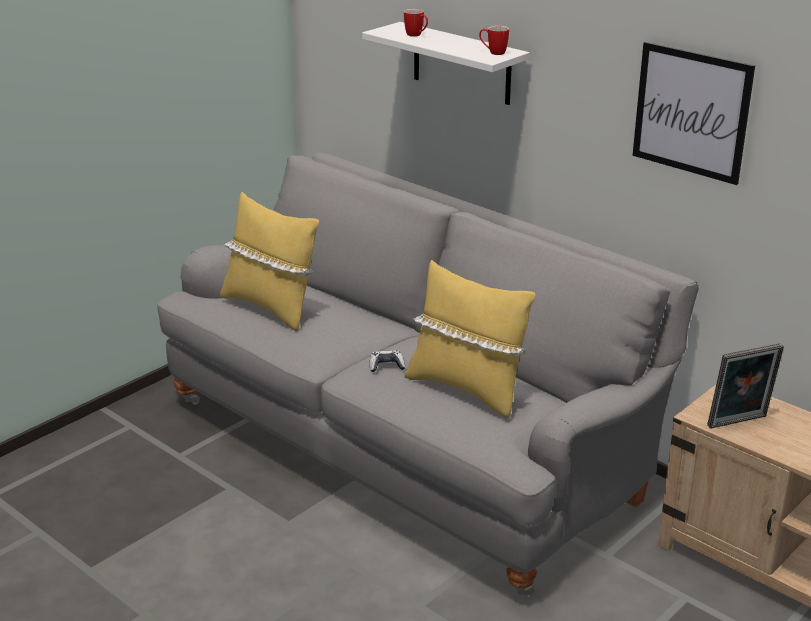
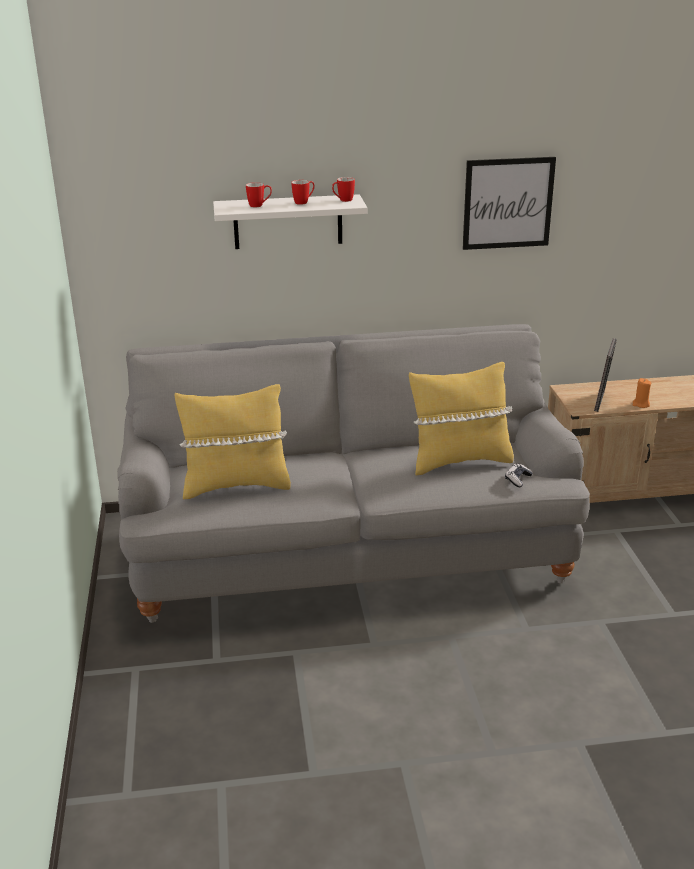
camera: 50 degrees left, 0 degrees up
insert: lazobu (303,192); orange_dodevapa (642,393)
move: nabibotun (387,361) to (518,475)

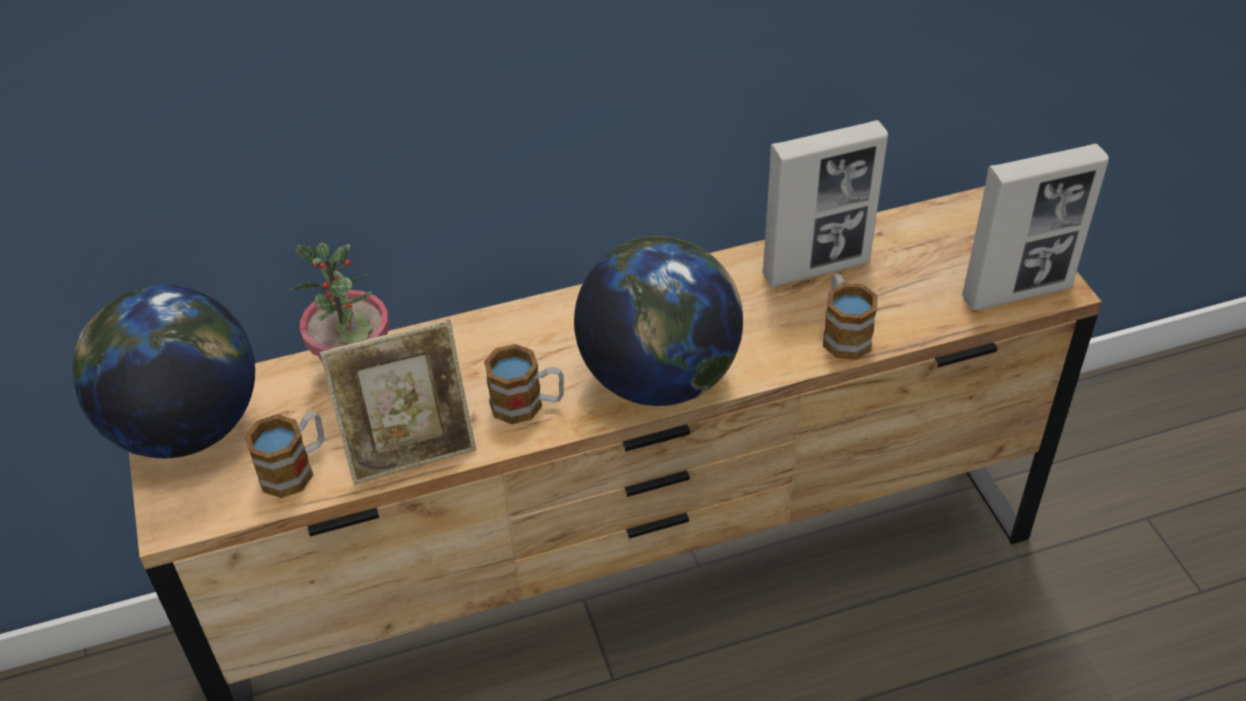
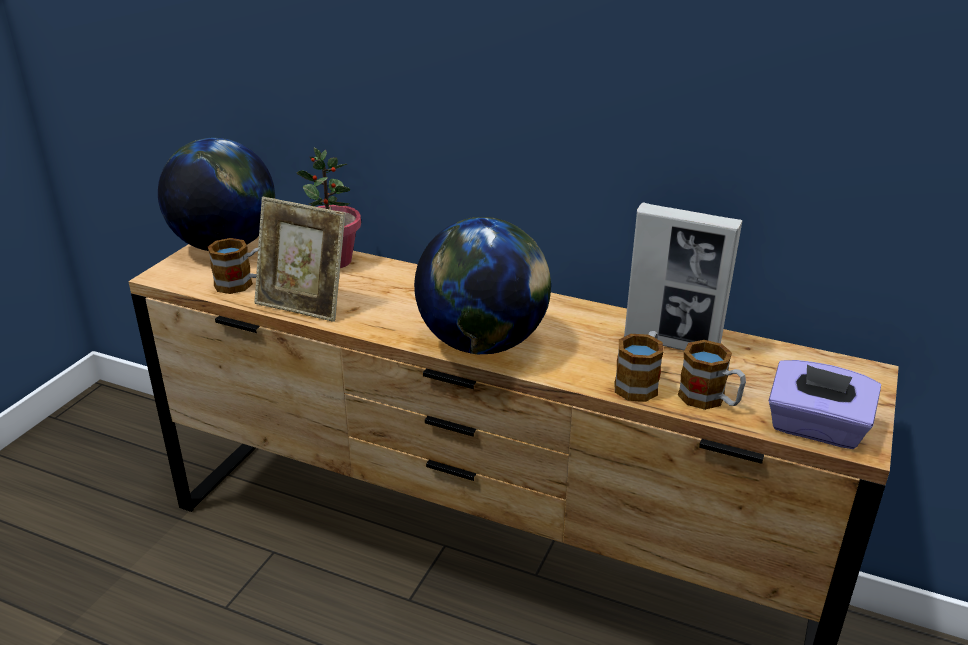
camera: 40 degrees right, 15 degrees down
move: lazobu (524,384) to (712,375)
replace: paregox (1035,227) to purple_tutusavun (825,404)

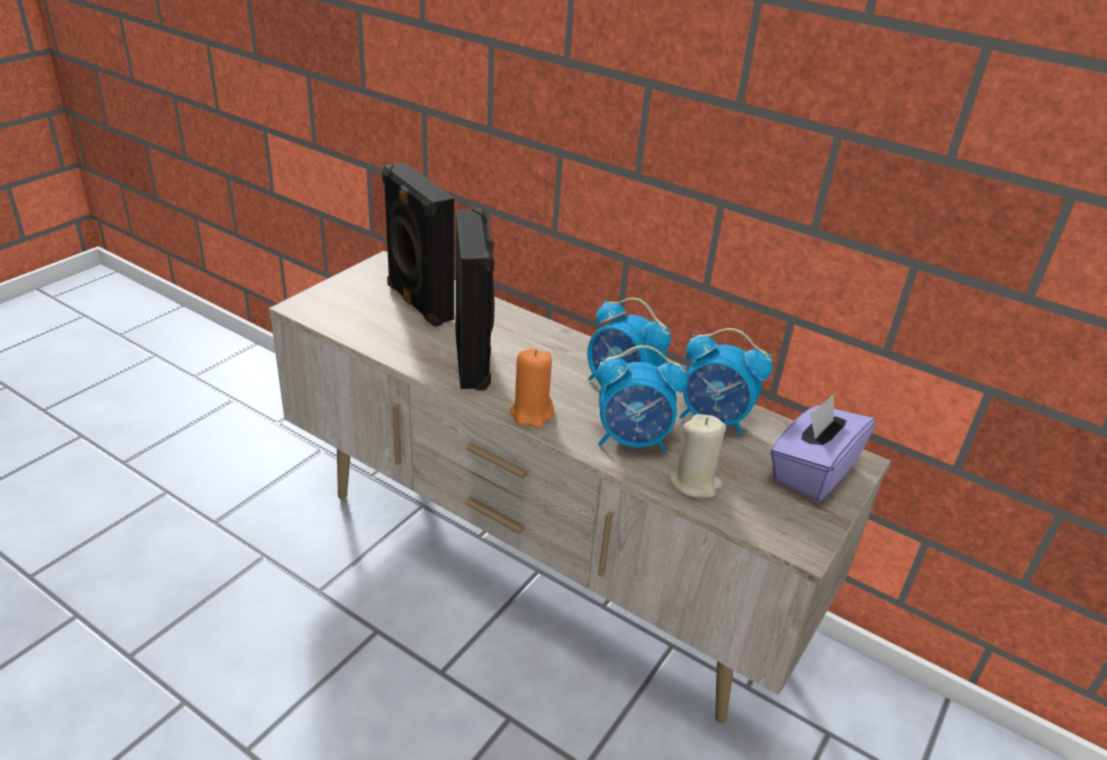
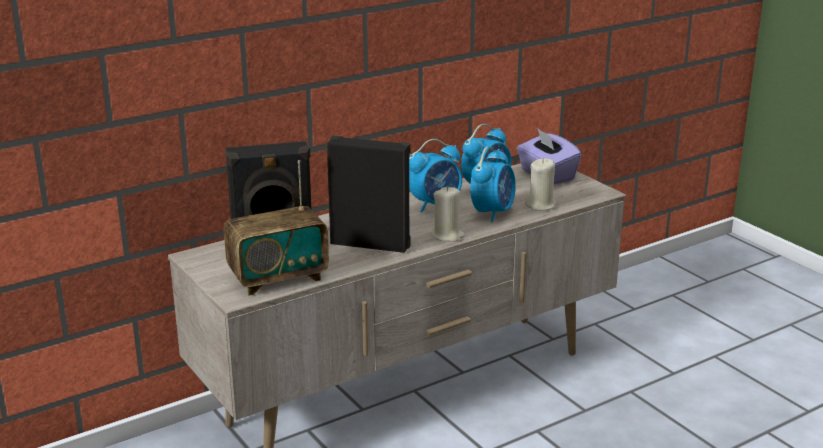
camera: 65 degrees left, 10 degrees down
insert: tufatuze (276,228)
recolor: orange_dodevapa (532,388) to beige_dodevapa (447,214)

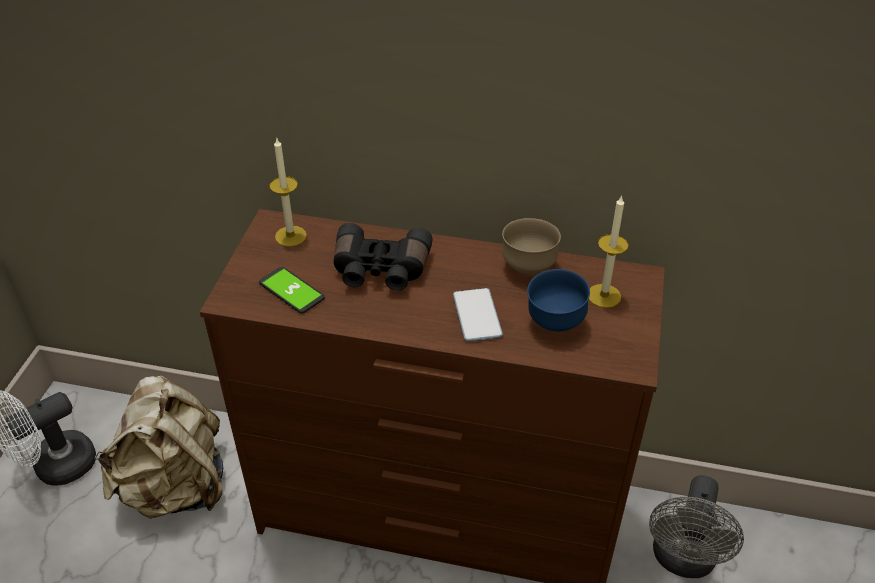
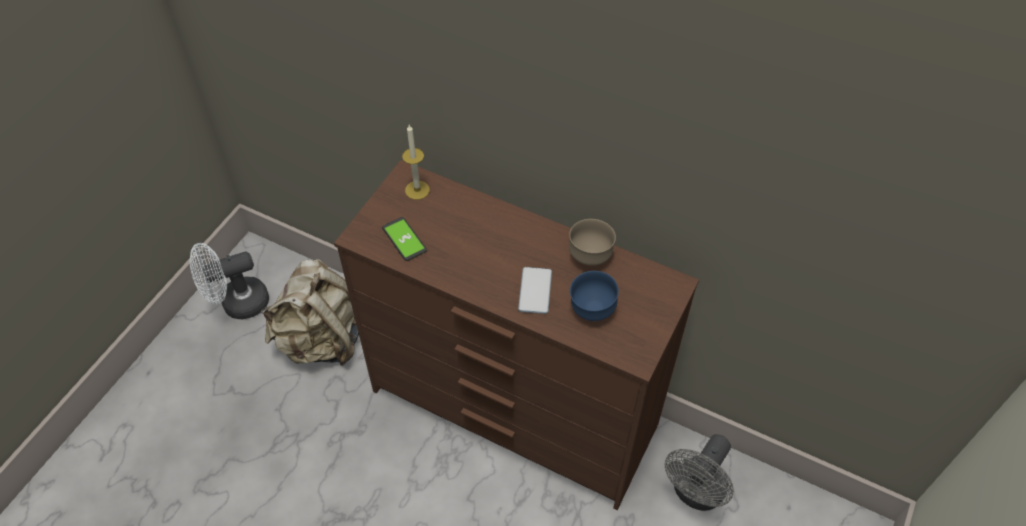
camera: 15 degrees right, 10 degrees up
delete: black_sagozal (383,257); dodevapa (609,251)

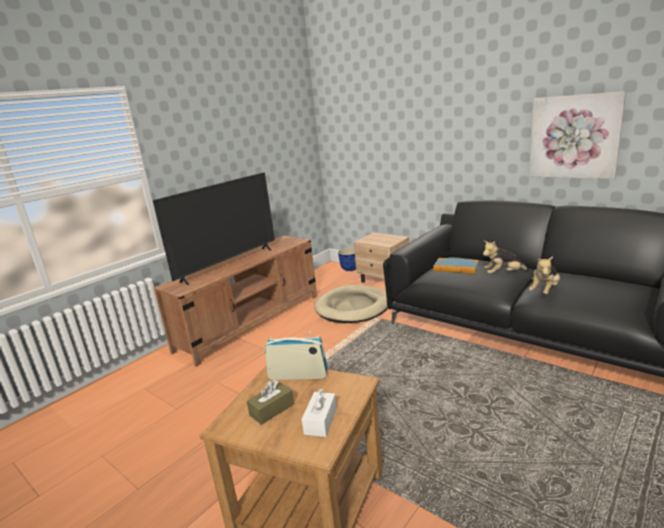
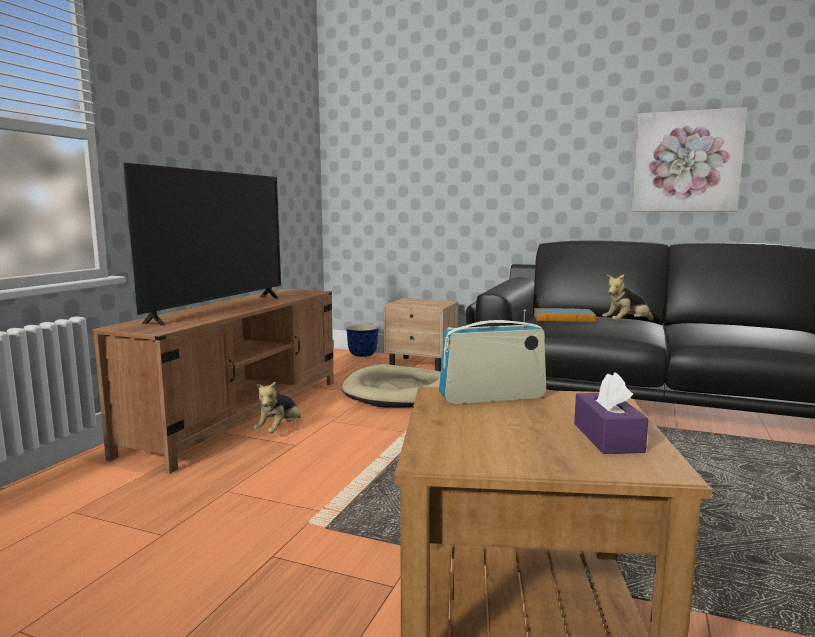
camera: 20 degrees left, 10 degrees down
delete: brown_tutusavun (270,402)
move: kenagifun (544,275) to (277,407)
recolor: white_tutusavun (319,412) to purple_tutusavun (611,413)

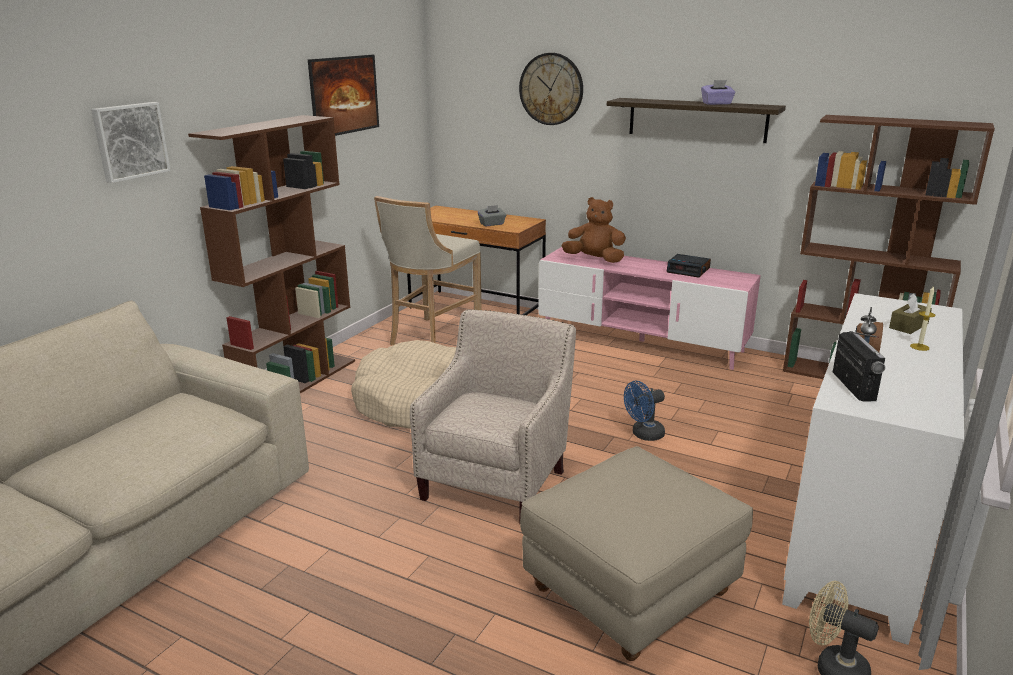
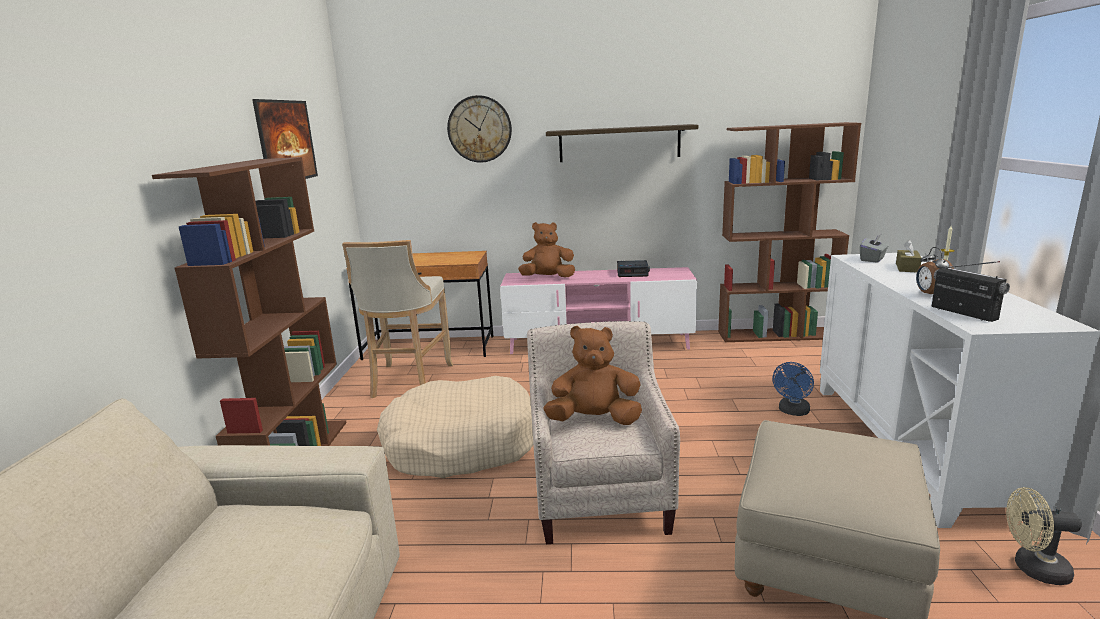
camera: 25 degrees left, 5 degrees down
delete: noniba (131,142); purple_tutusavun (718,92)
insert: brown_kenagifun (592,375)
move: grey_tutusavun (492,215) to (874,248); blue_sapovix (644,411) to (793,389)

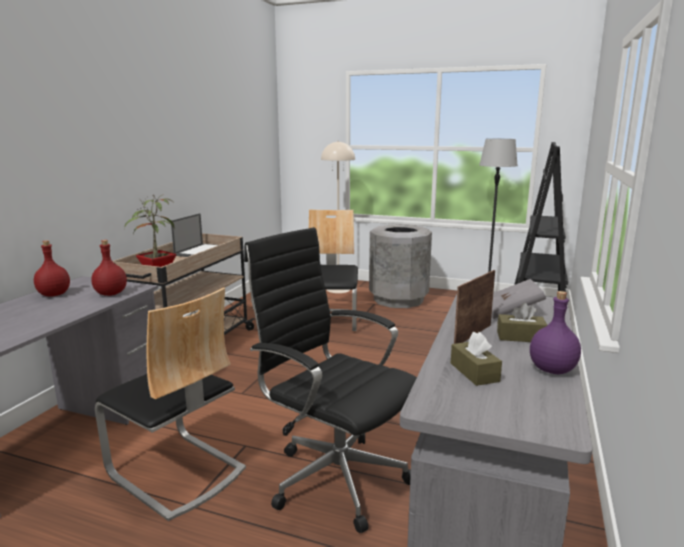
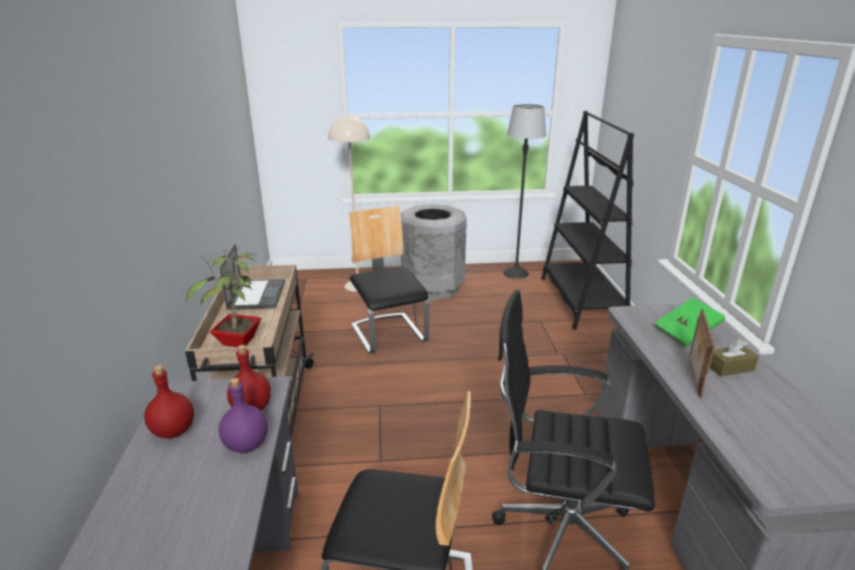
camera: 25 degrees left, 10 degrees up
delete: brown_tutusavun (476,359)
move: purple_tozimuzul (555,333) to (243,415)
recolor: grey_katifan (519,299) to green_katifan (690,322)

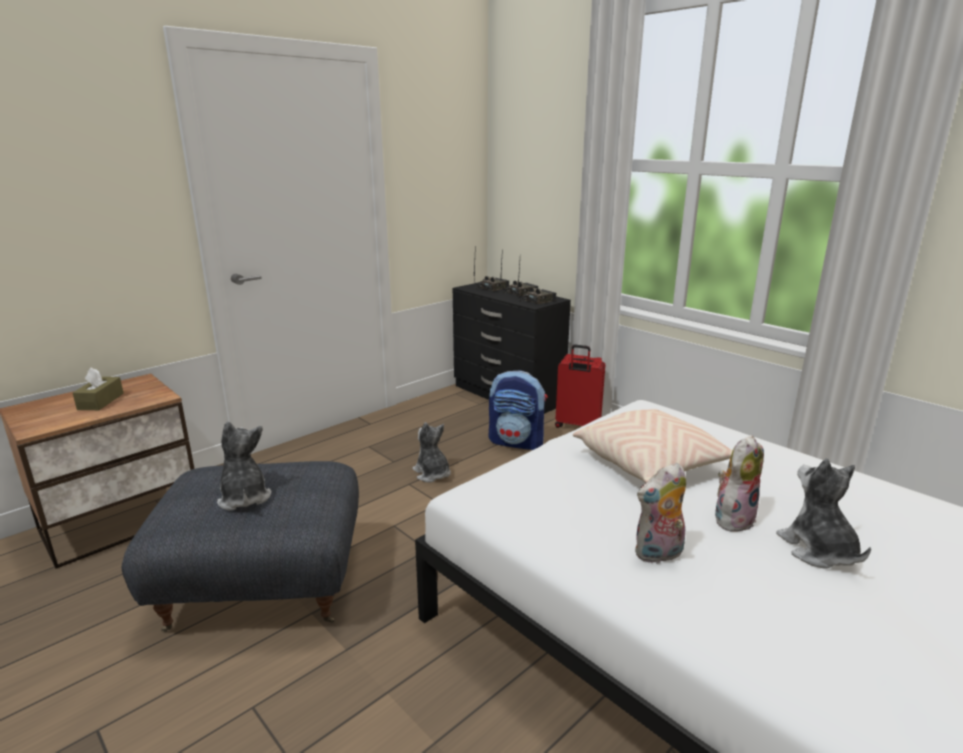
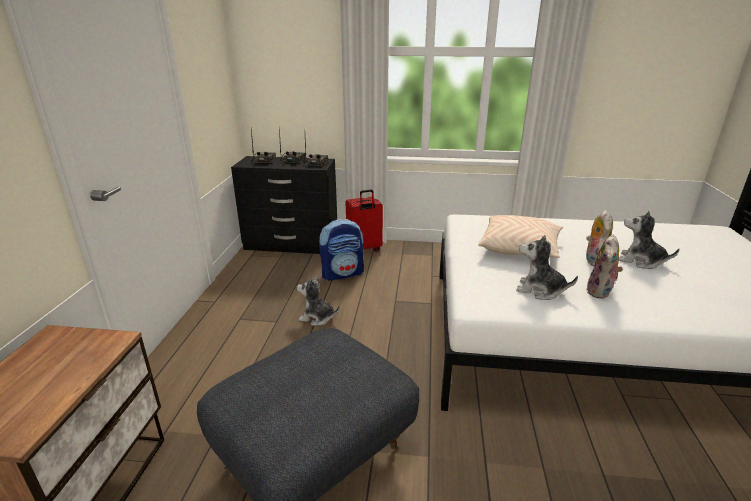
camera: 40 degrees left, 5 degrees up
delete: brown_tutusavun (98,388)
move: kenagifun (244,465) to (547,267)

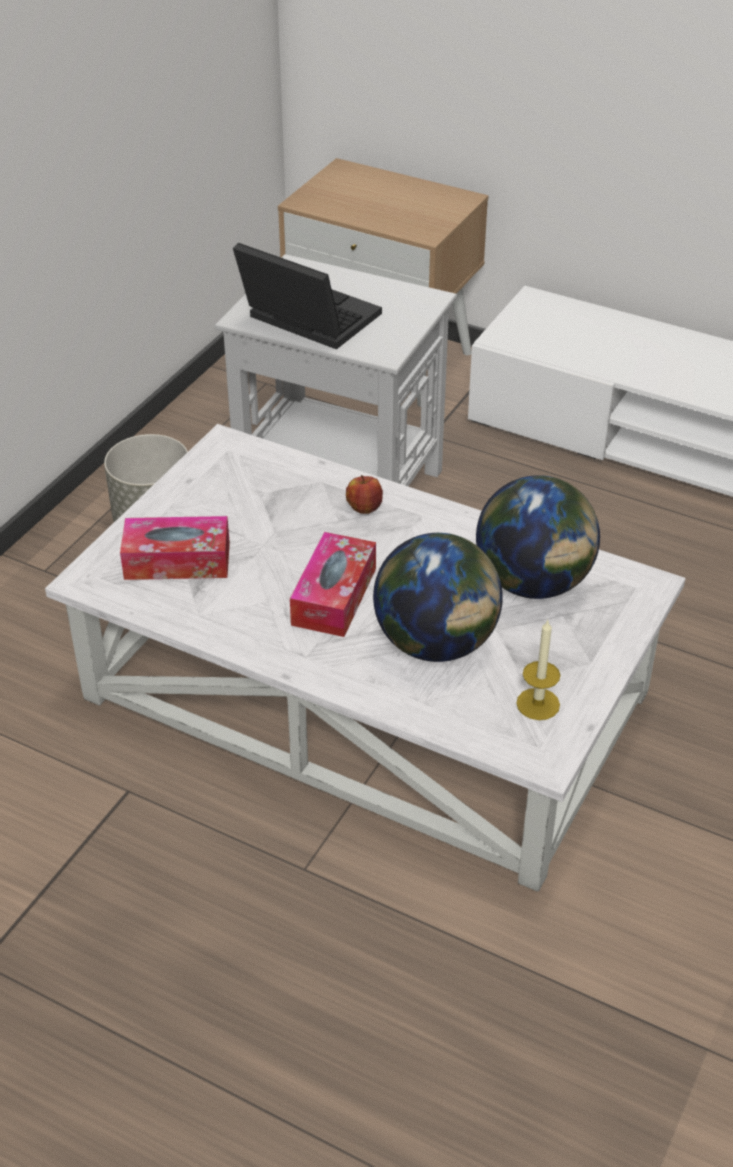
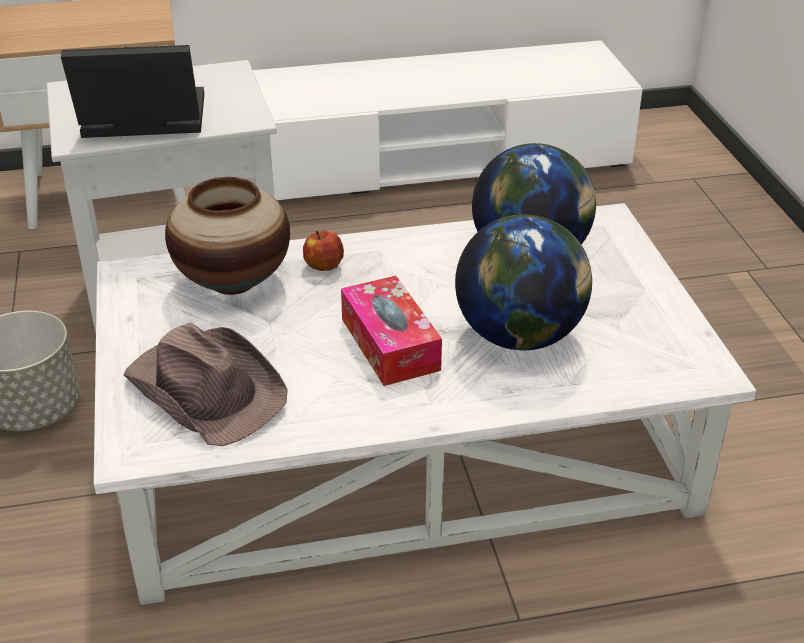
camera: 40 degrees left, 5 degrees down
delete: dodevapa (538,669)
insert: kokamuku (227,236)
replace: tutusavun (175,548) to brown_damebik (205,384)

